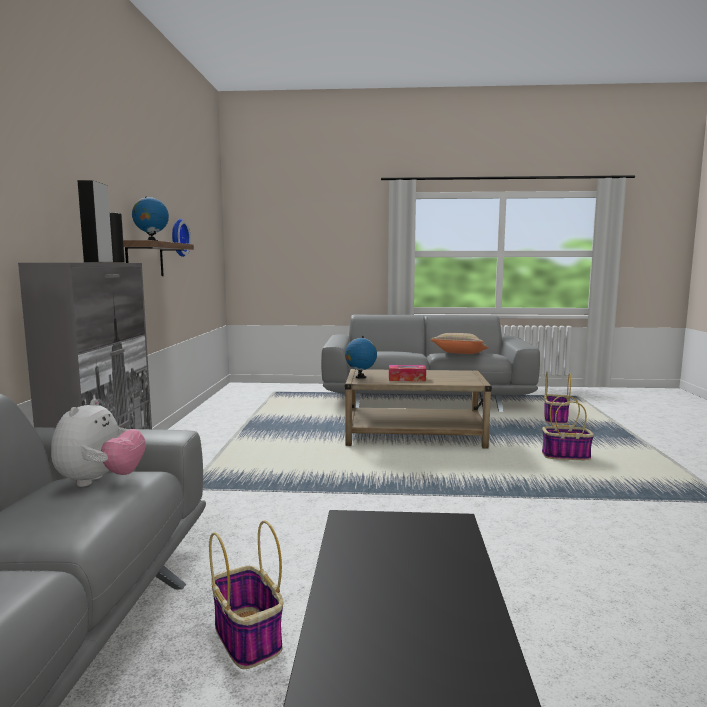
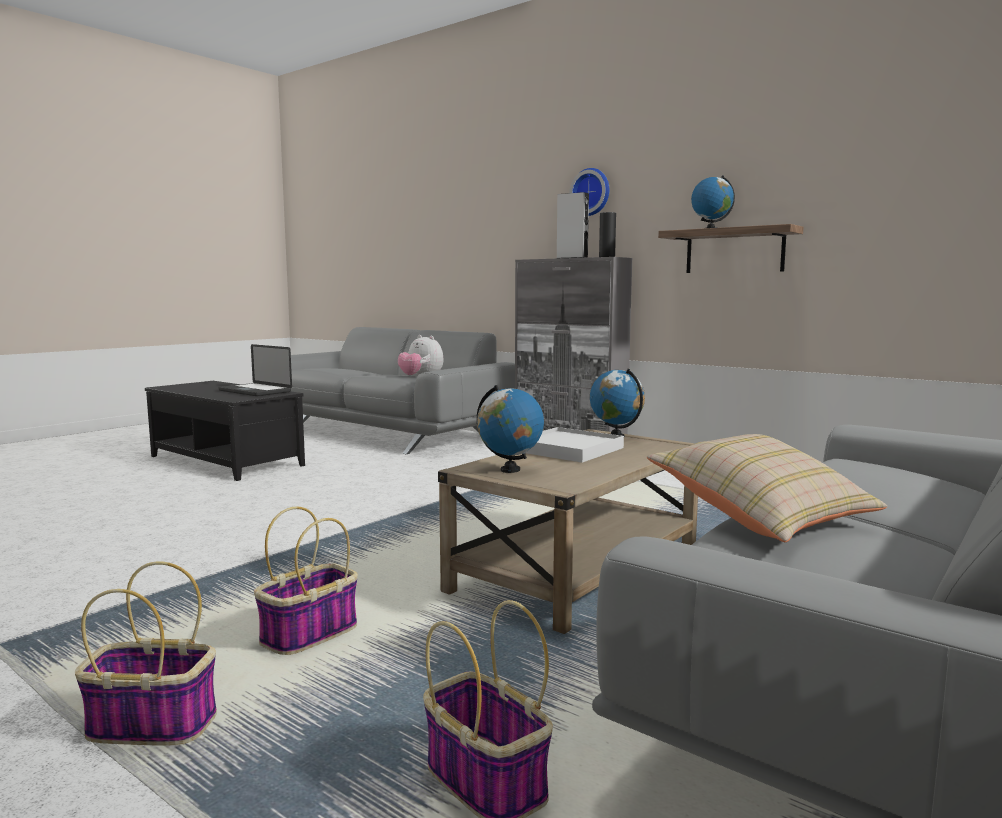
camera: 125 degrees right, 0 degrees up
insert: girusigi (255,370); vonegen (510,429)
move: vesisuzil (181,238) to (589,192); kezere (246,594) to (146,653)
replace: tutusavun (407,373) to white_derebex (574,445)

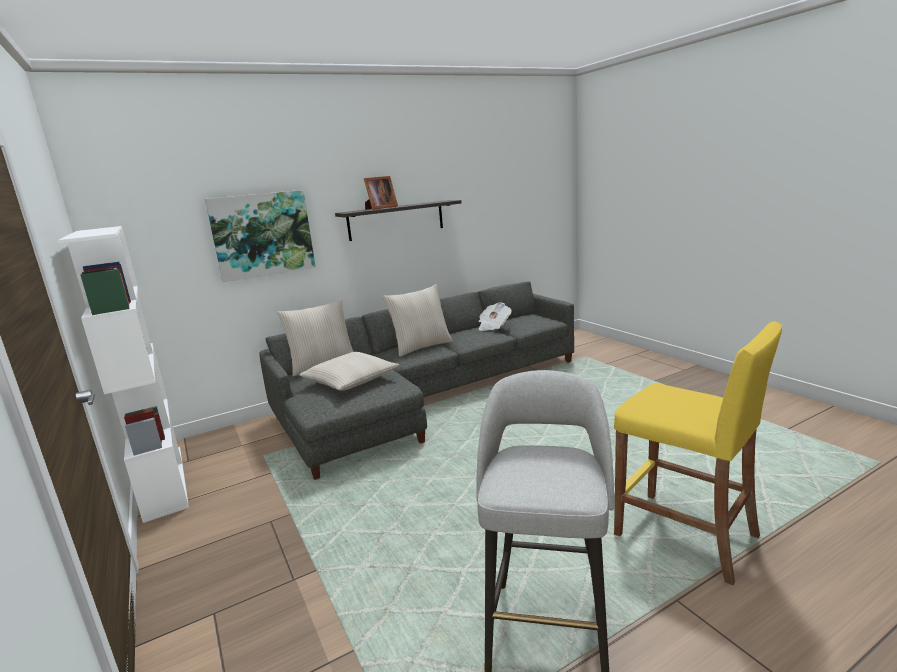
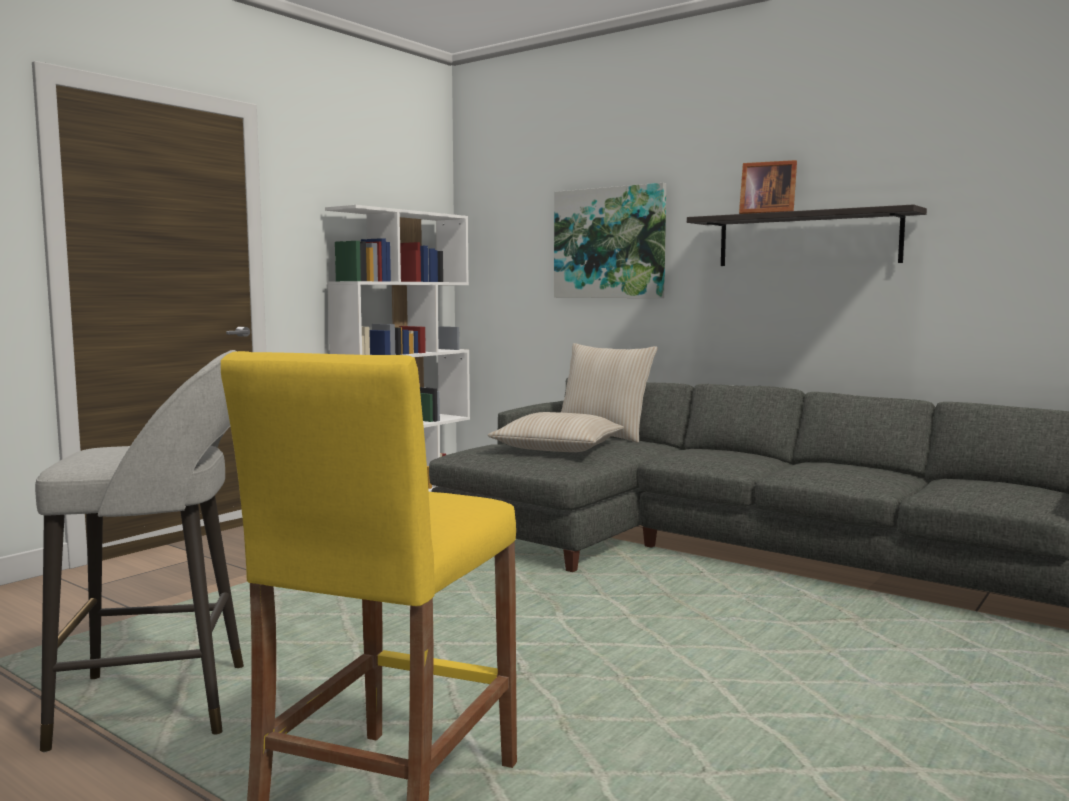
camera: 65 degrees right, 10 degrees down
delete: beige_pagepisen (418,320); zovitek (495,317)

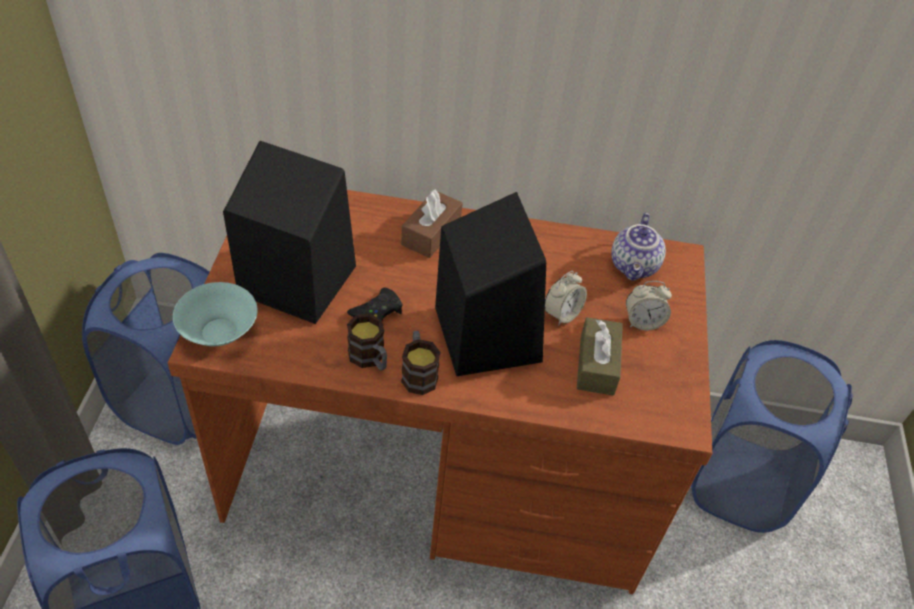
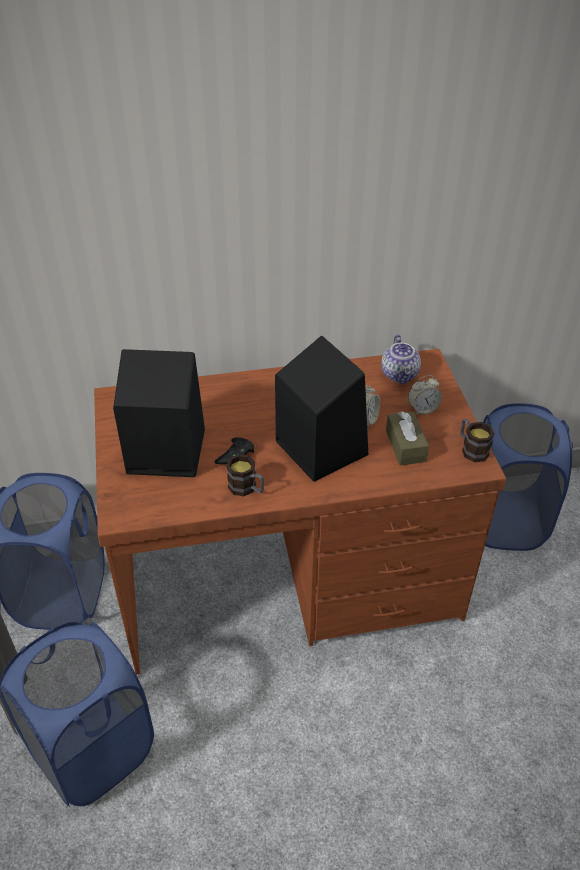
camera: 15 degrees left, 5 degrees down
delete: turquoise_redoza (215,314); brown_tutusavun (432,223)
move: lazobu (421,362) to (477,440)

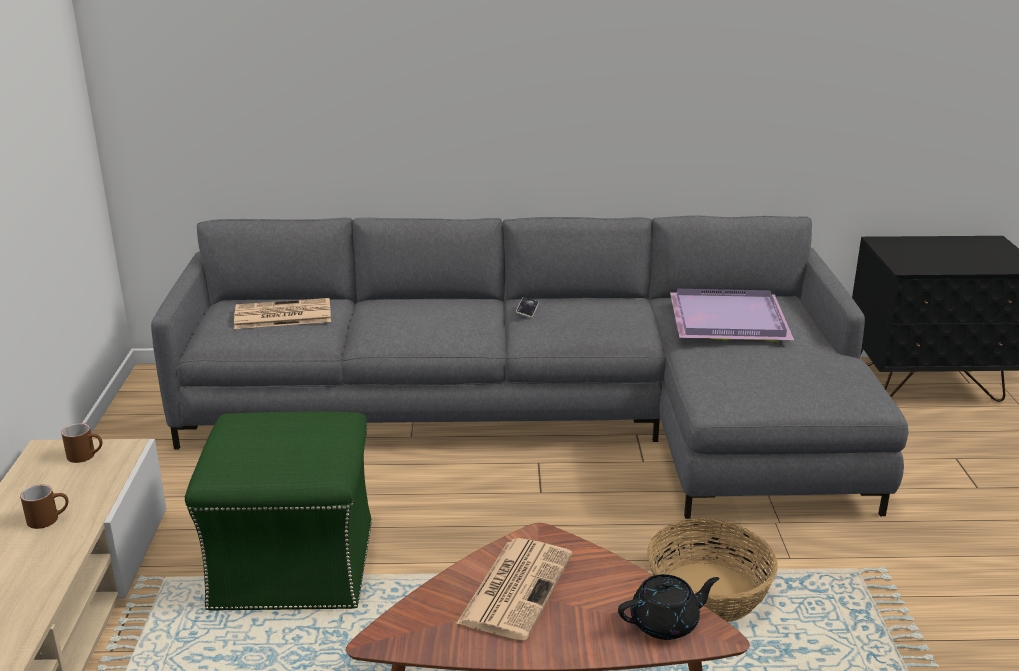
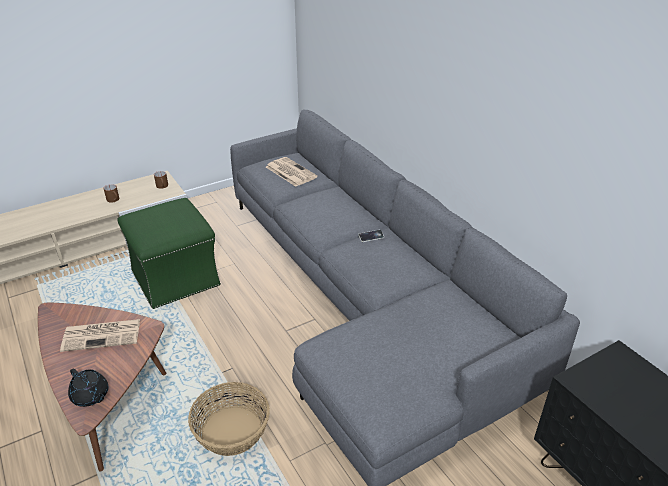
camera: 60 degrees right, 10 degrees up
delete: purple_derebex (732,315)

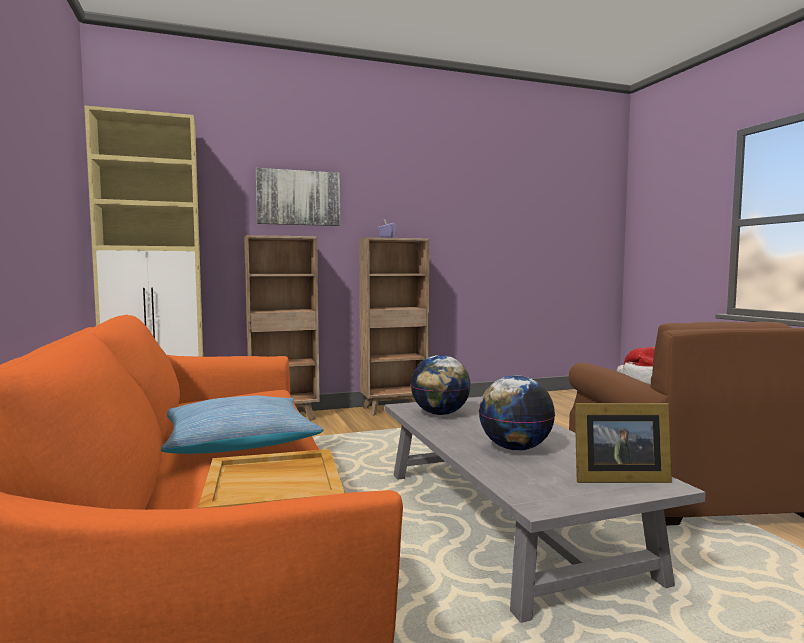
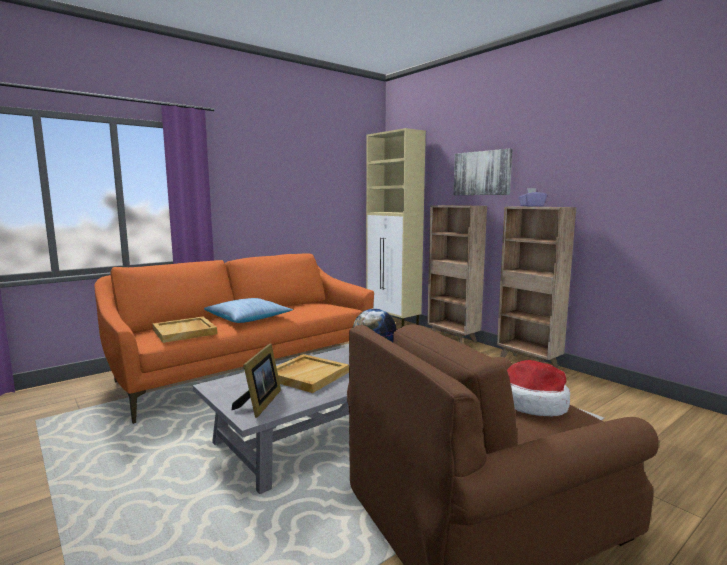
camera: 70 degrees right, 5 degrees up
replace: vonegen (517,413) to beige_derebex (312,373)
rotate: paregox (623,443) = (256,381) 150 degrees counterclockwise

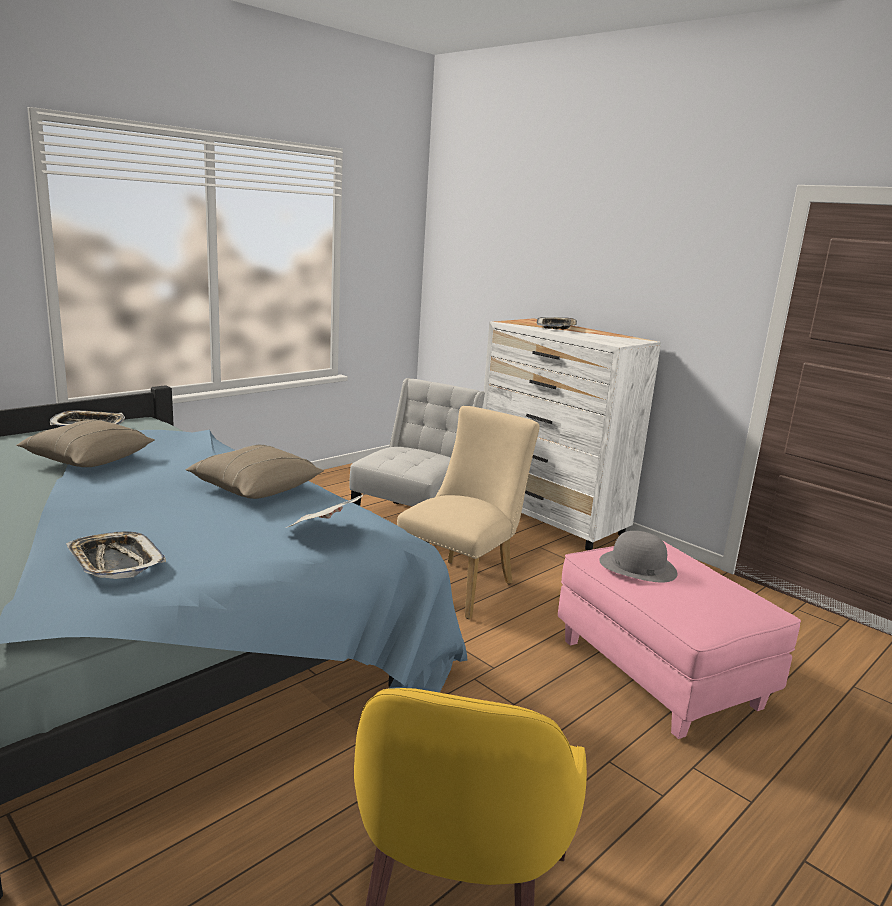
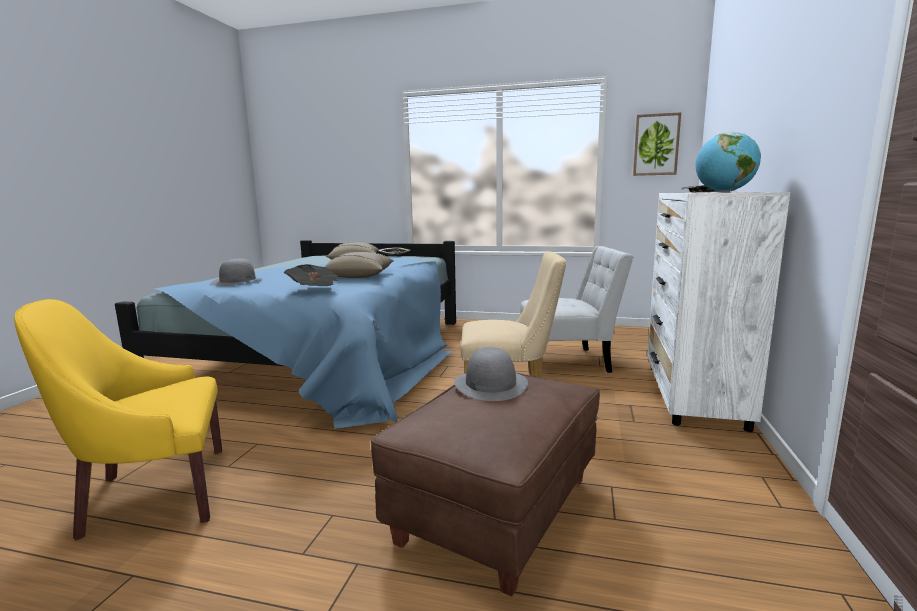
camera: 60 degrees right, 5 degrees down
insert: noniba (657,144); vonegen (728,161)
replace: derebex (116,555) to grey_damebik (237,272)
recolor: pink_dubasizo (679,639) to brown_dubasizo (485,484)

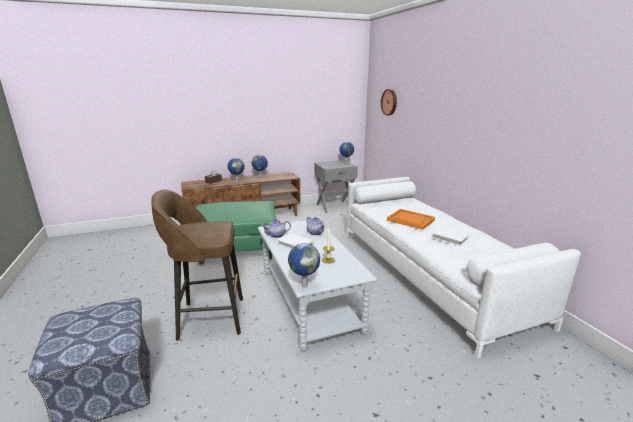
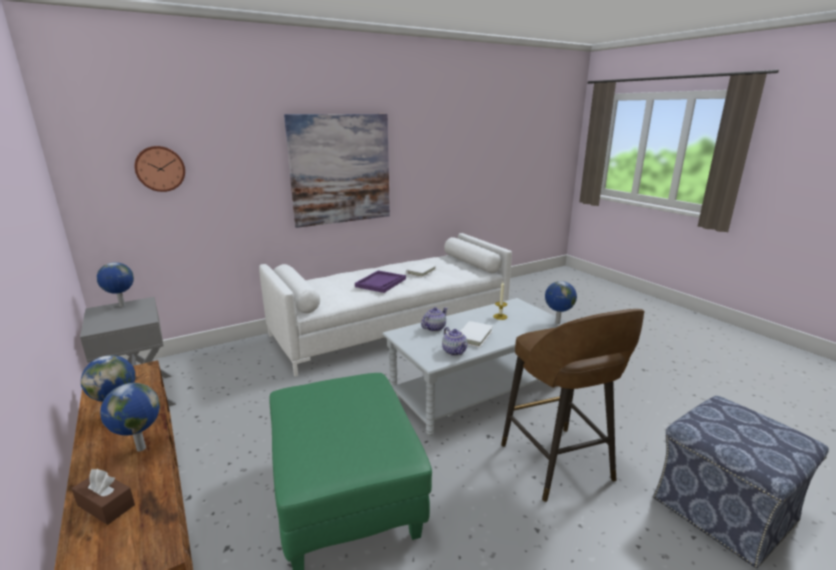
camera: 100 degrees left, 0 degrees up
insert: noniba (337,171)
recolor: orange_derebex (411,219) to purple_derebex (380,282)

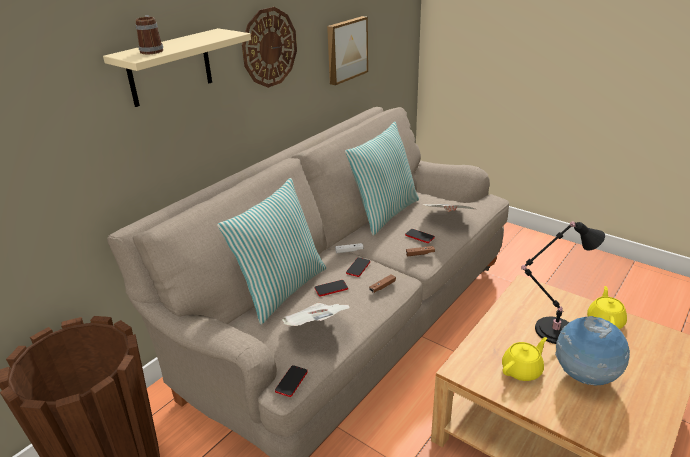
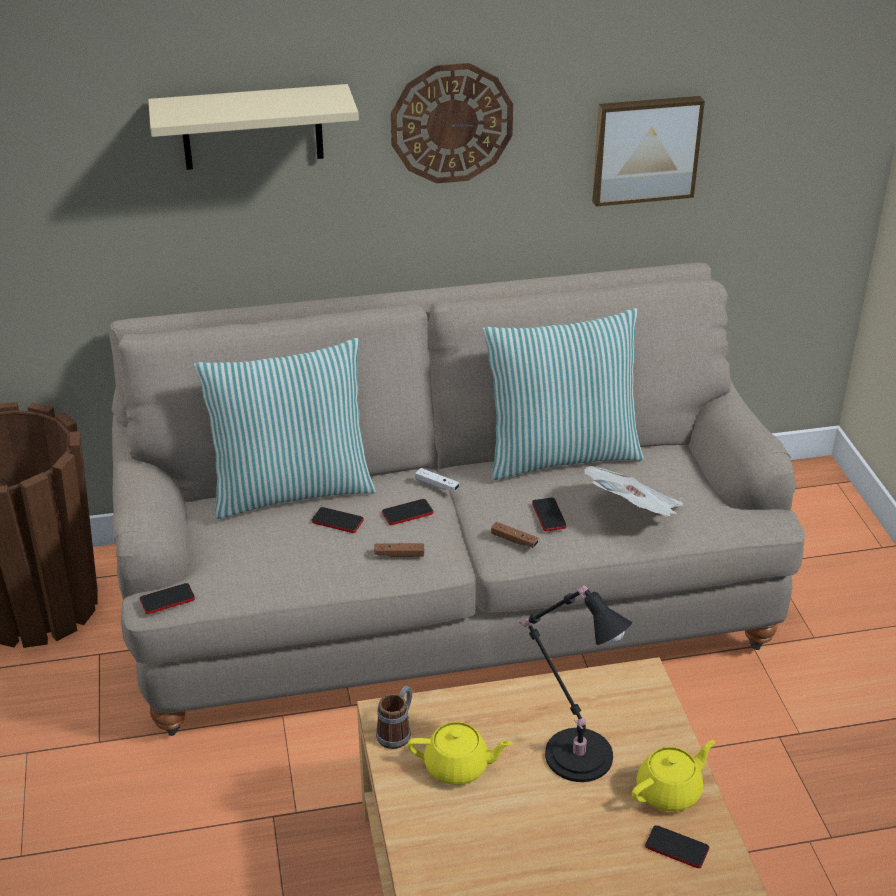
camera: 40 degrees right, 5 degrees up
delete: zovitek (315,314); vonegen (592,350)
insert: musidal (677,846)
move: lazobu (149,34) to (394,717)

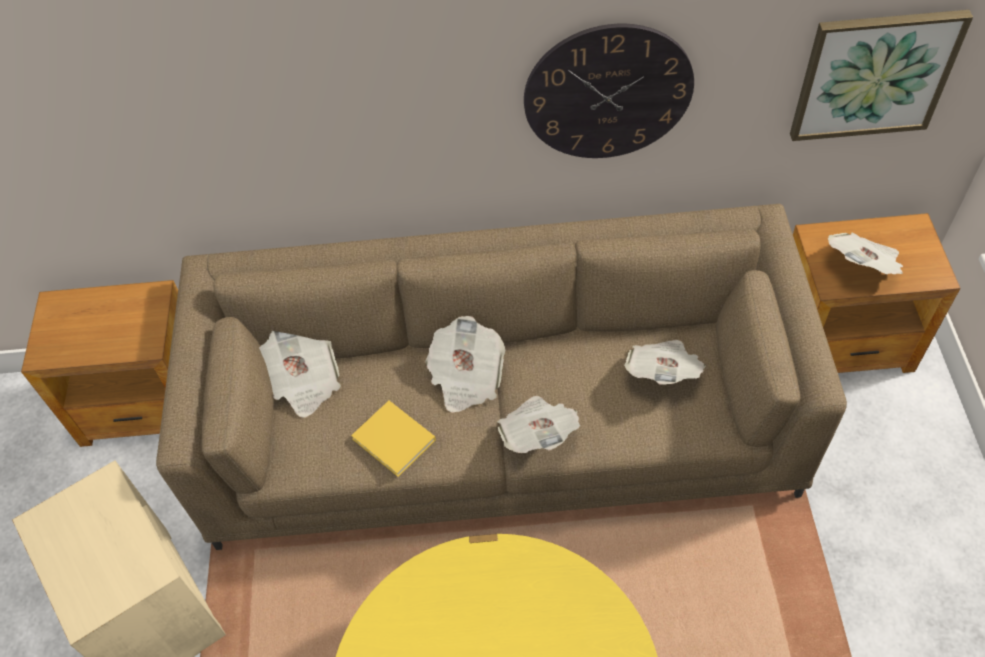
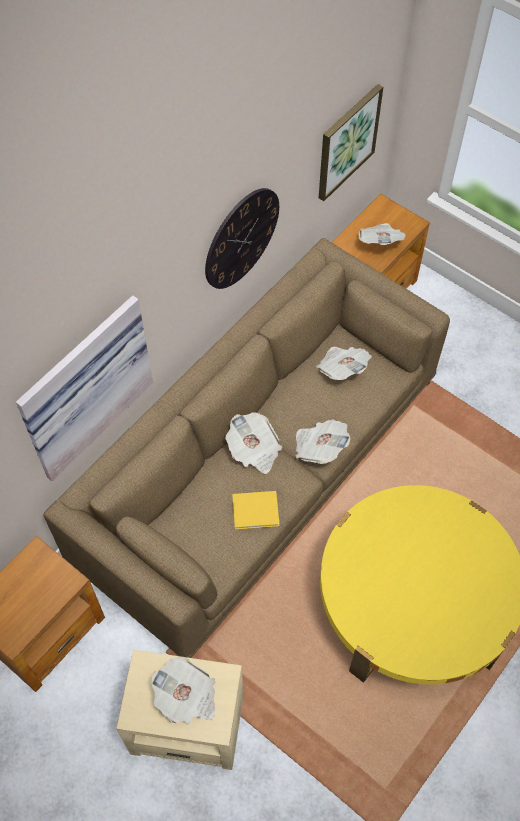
camera: 50 degrees left, 5 degrees up
insert: noniba (84,388)
move: zovitek (300,374) to (183,690)

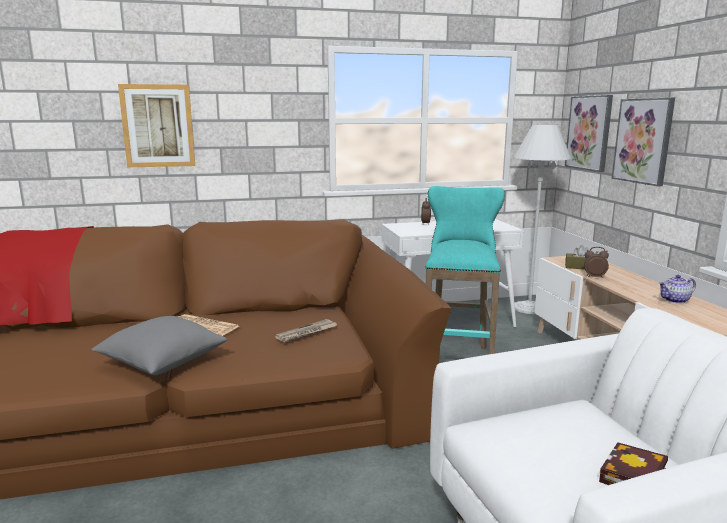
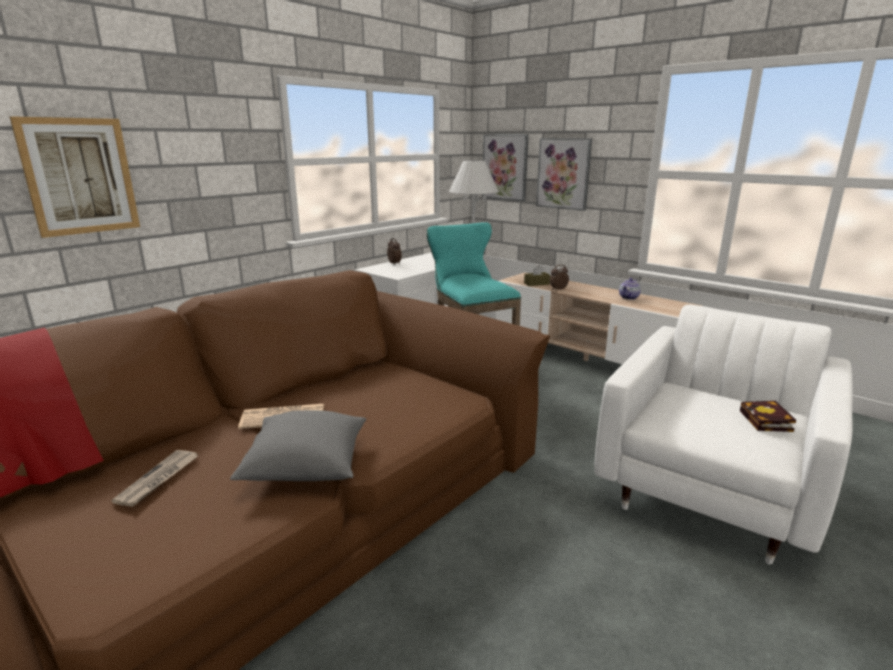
camera: 35 degrees left, 5 degrees up
move: zovitek (306,330) to (154,478)

